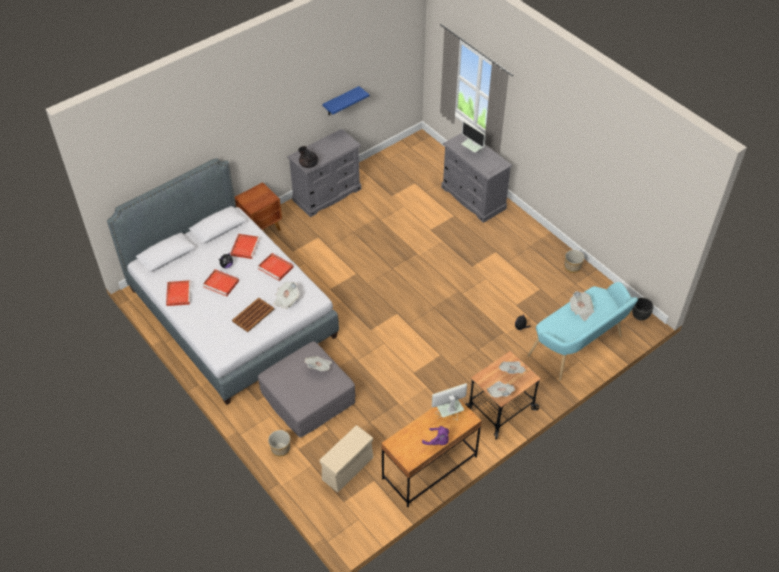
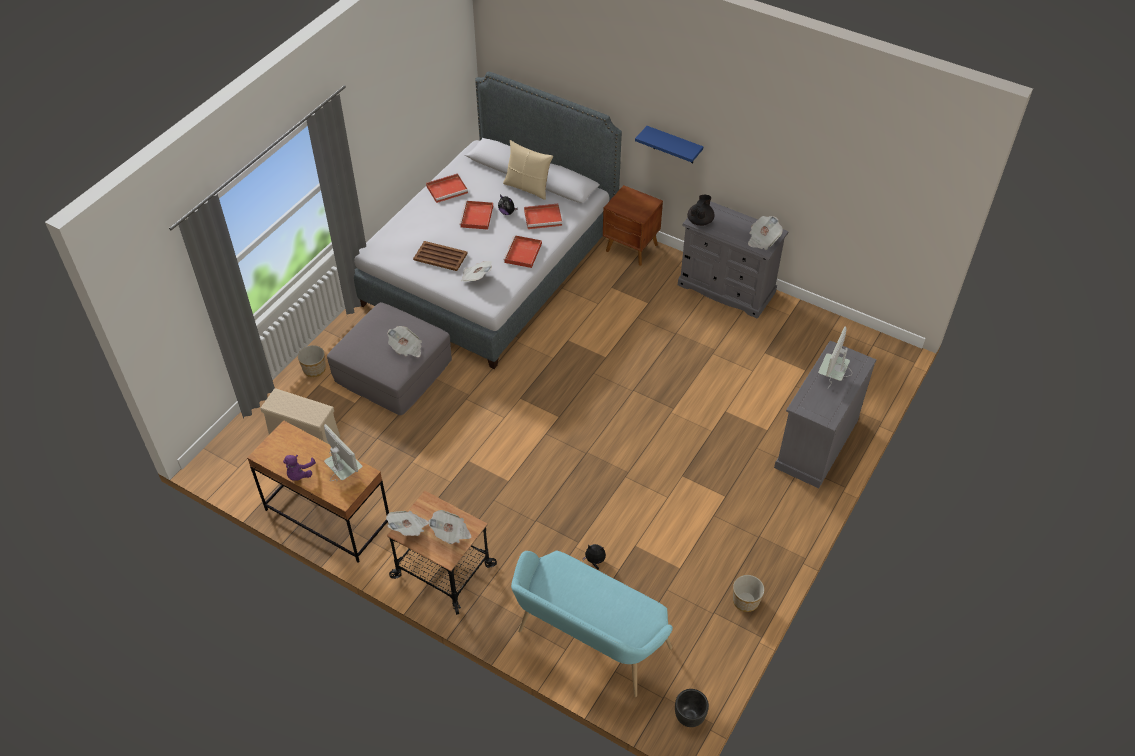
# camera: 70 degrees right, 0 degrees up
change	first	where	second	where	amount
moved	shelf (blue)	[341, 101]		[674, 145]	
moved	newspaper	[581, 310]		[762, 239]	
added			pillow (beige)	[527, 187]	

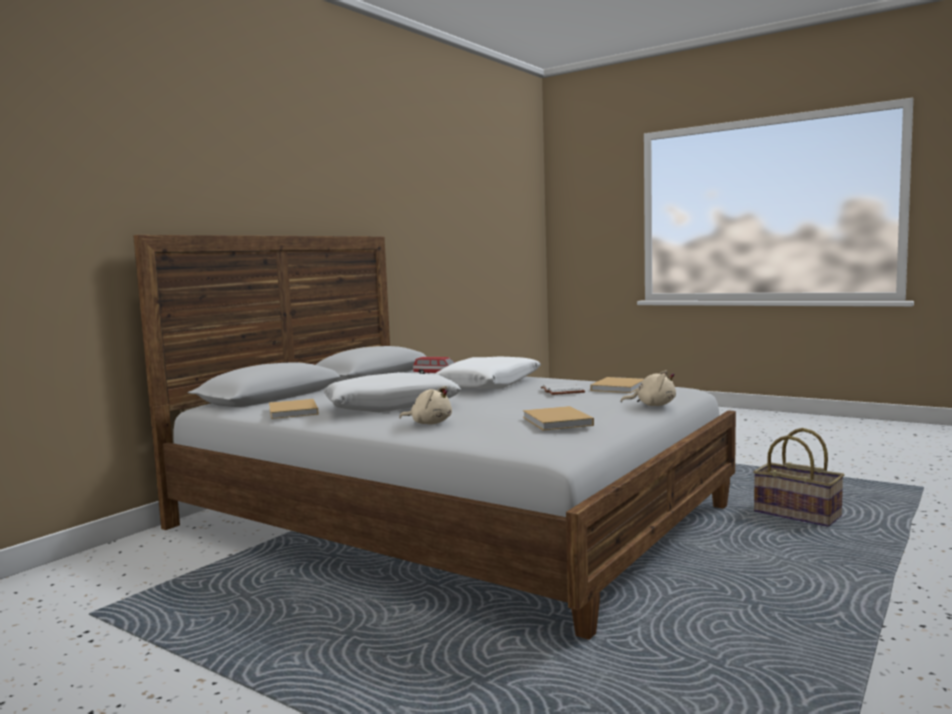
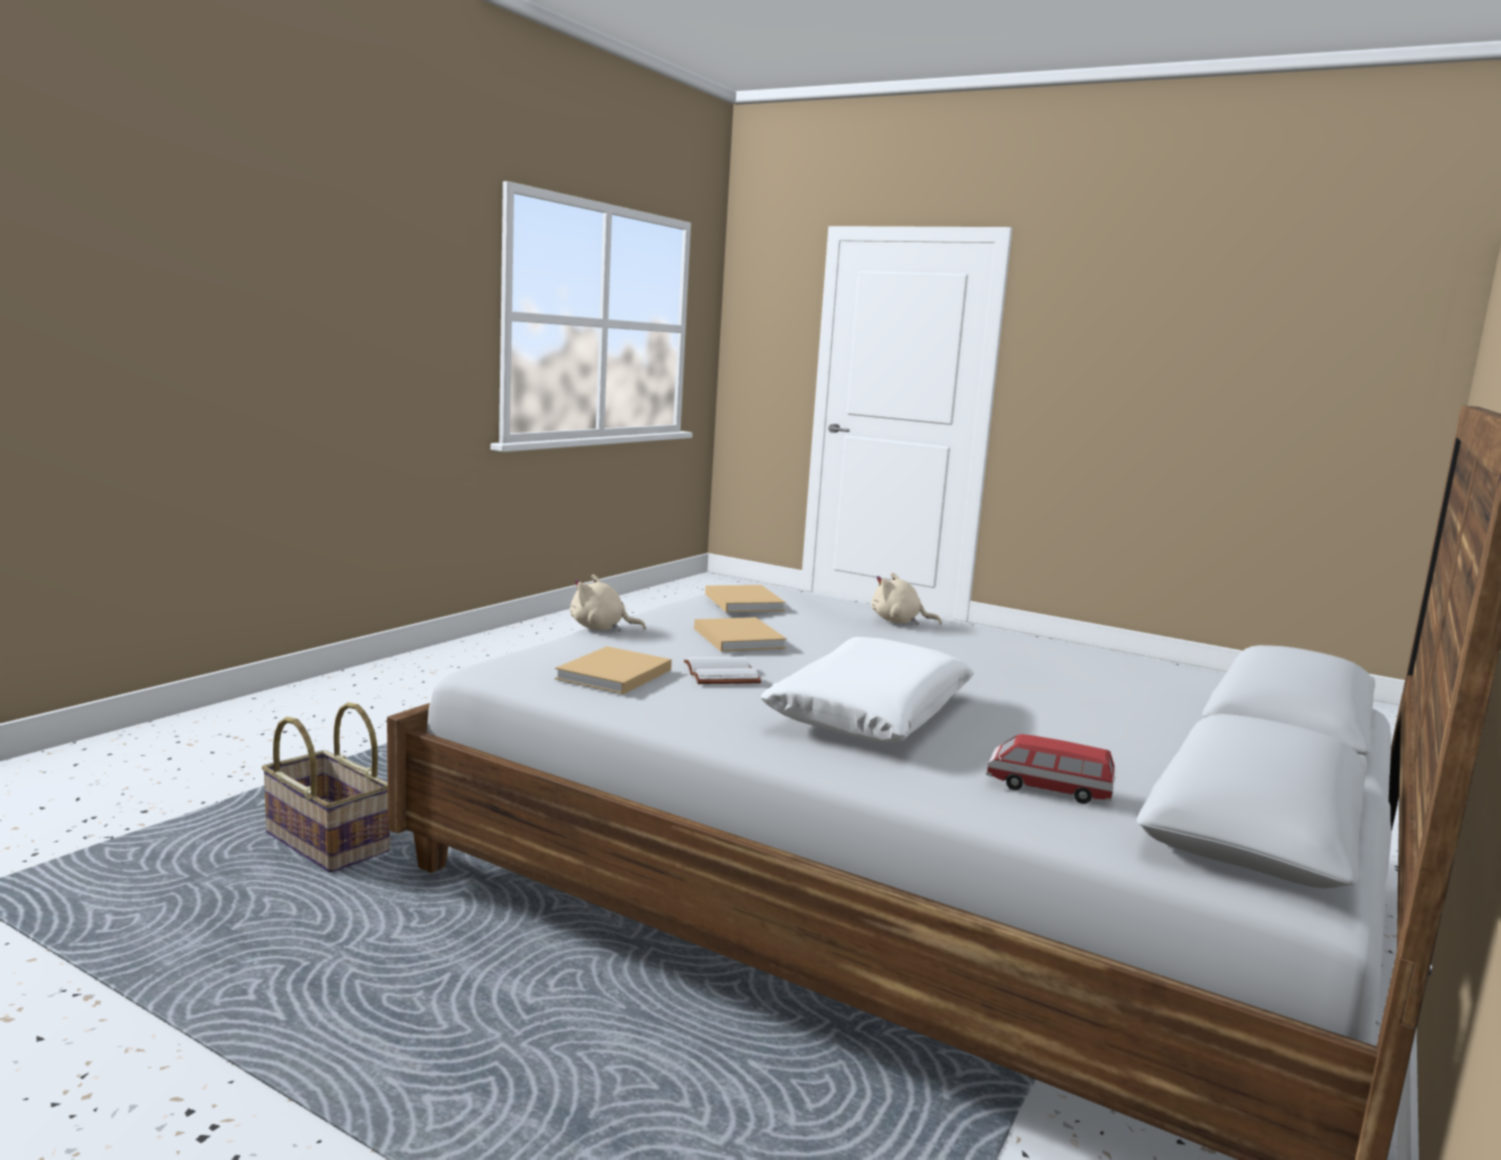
# camera: 175 degrees right, 5 degrees up
change	first	where	second	where	amount
removed	pillow (white)	[391, 406]			
moved	book (beige)	[293, 412]		[737, 637]	

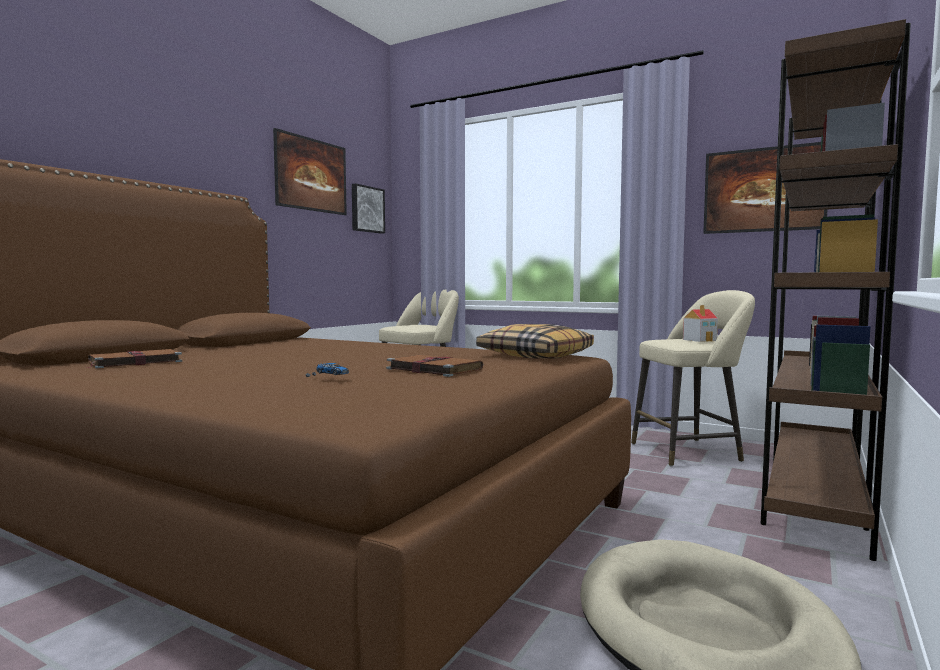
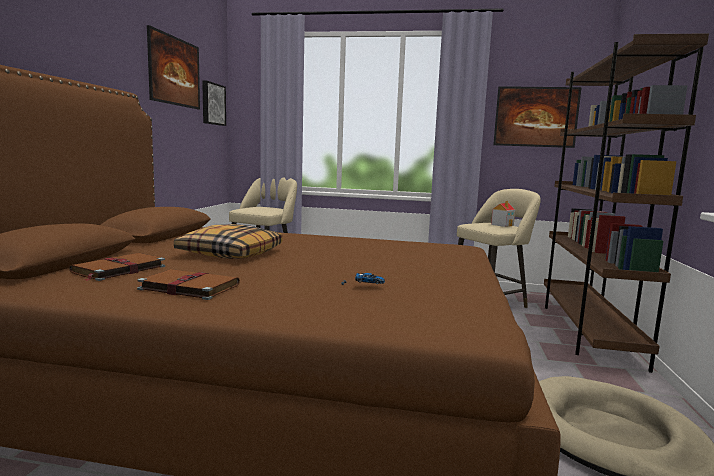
# camera: 20 degrees left, 5 degrees up
change	first	where	second	where	amount
moved	pillow	[535, 355]		[230, 254]	
moved	book (brown)	[432, 369]		[188, 287]	

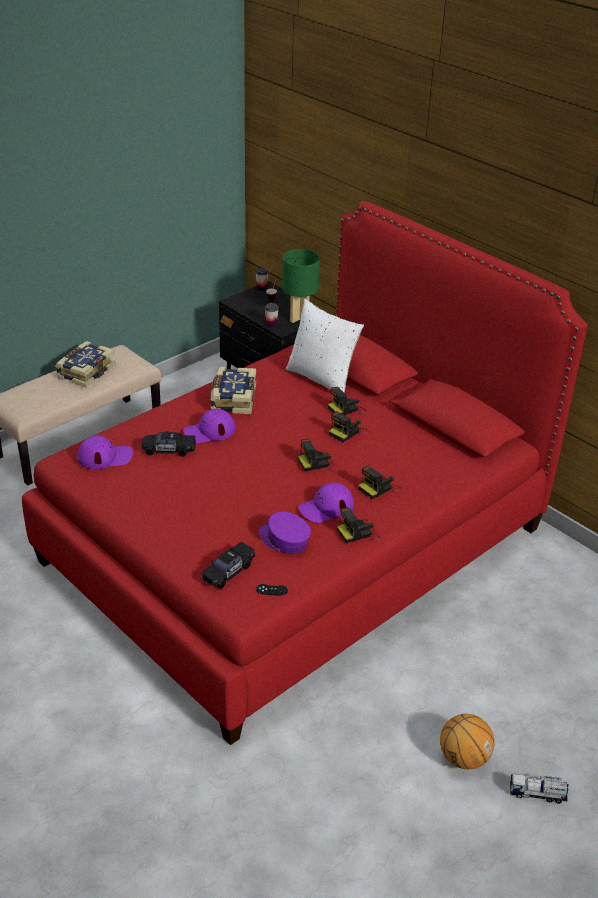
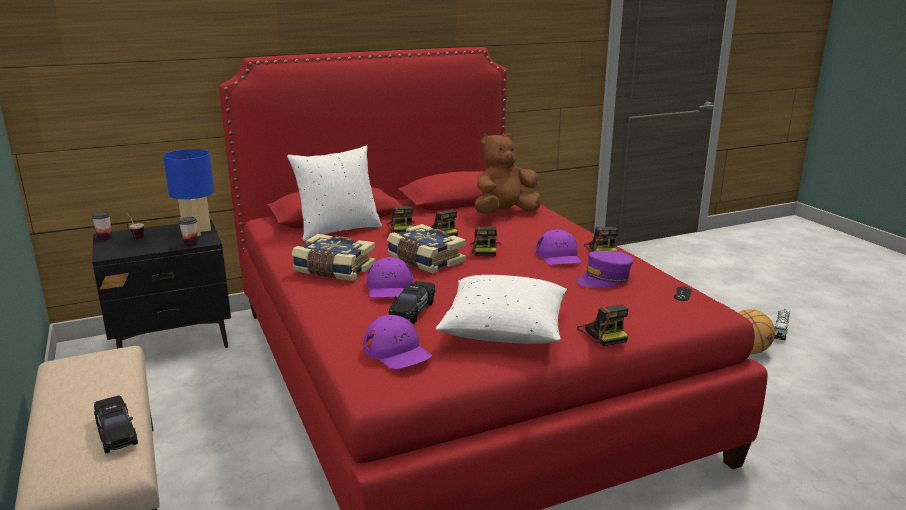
# camera: 70 degrees left, 15 degrees down
change	first	where	second	where	amount
recoloured	table lamp (green)	[299, 319]	table lamp (blue)	[197, 231]	
moved	book	[85, 372]		[425, 260]	
turned	cap (purple)	[105, 457]		[397, 351]	135 degrees clockwise
moved	photo camera	[379, 488]		[602, 333]	
moved	toy car (black)	[228, 572]		[116, 433]	
added			plush toy (brown)	[504, 213]	
added			pillow (white)	[504, 331]	

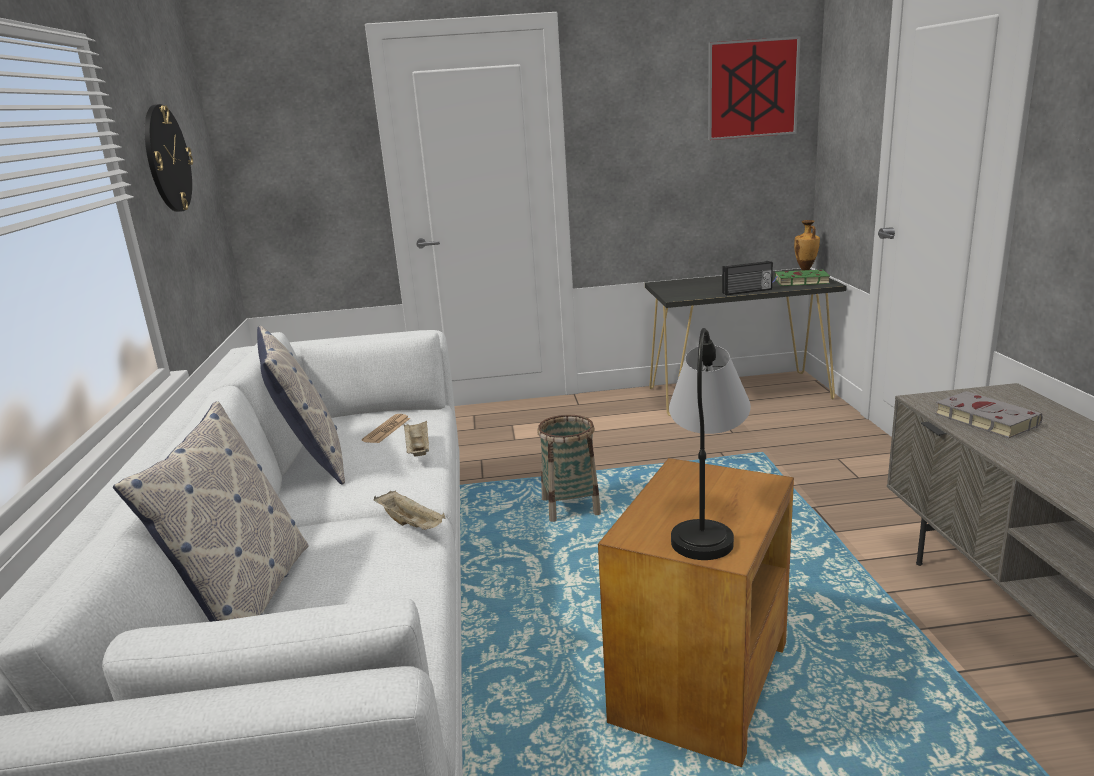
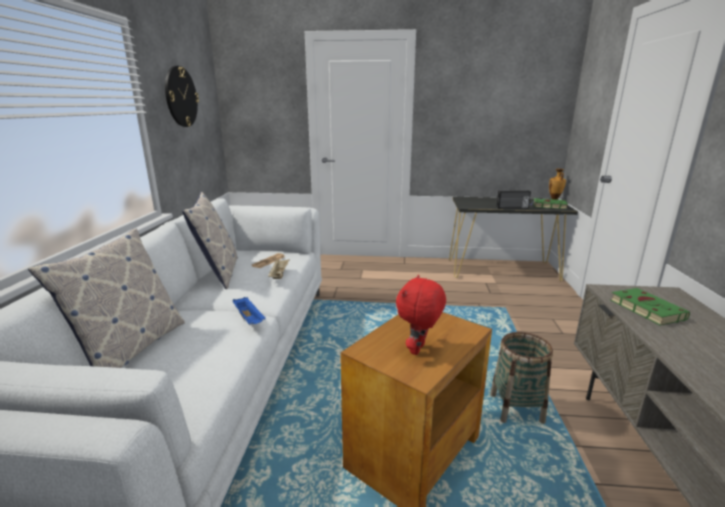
# camera: 10 degrees right, 0 degrees up
change	first	where	second	where	amount
removed	picture	[752, 89]			
replaced	table lamp	[707, 521]	plush toy (red)	[418, 350]	
recoloured	book (grey)	[983, 419]	book (green)	[644, 309]	
moved	basket	[571, 507]		[516, 408]	
recoloured	tray (beige)	[412, 524]	tray (blue)	[249, 319]	

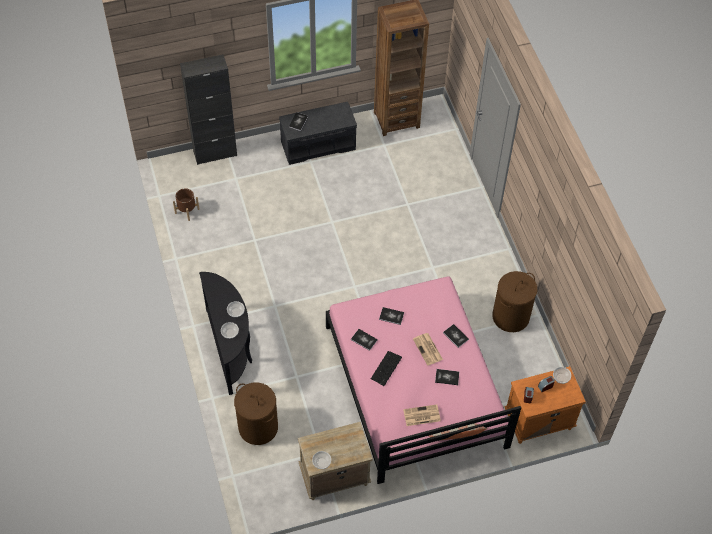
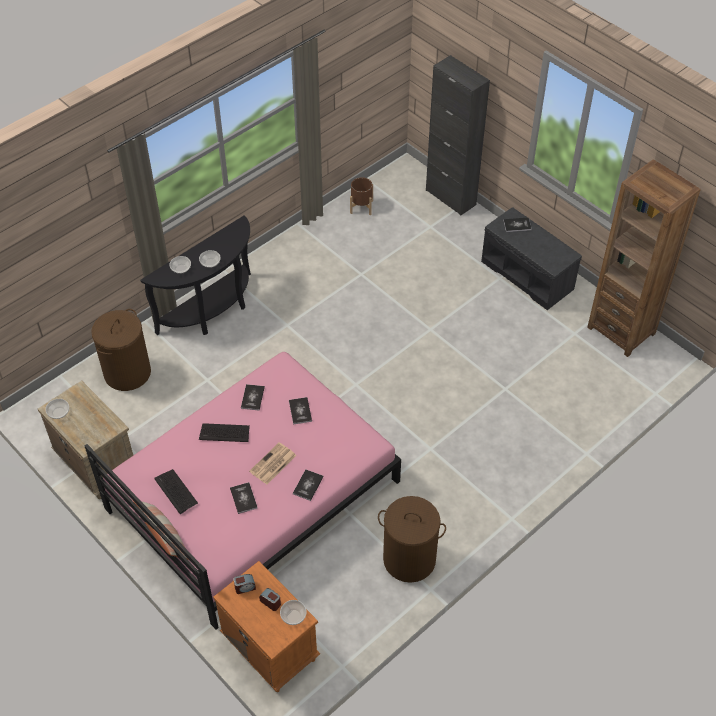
# camera: 65 degrees right, 5 degrees down
change	first	where	second	where	amount
replaced	newspaper	[421, 415]	keyboard	[175, 491]	

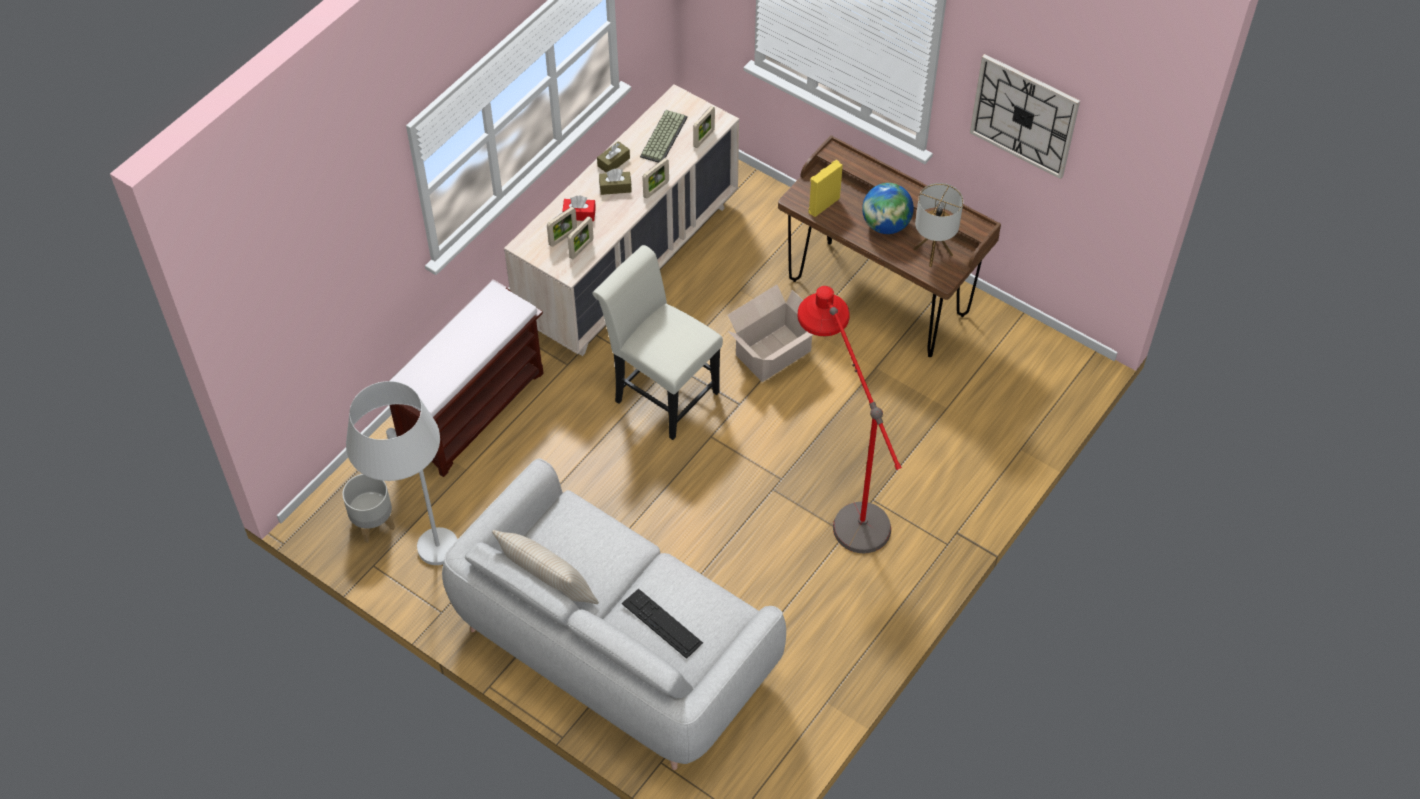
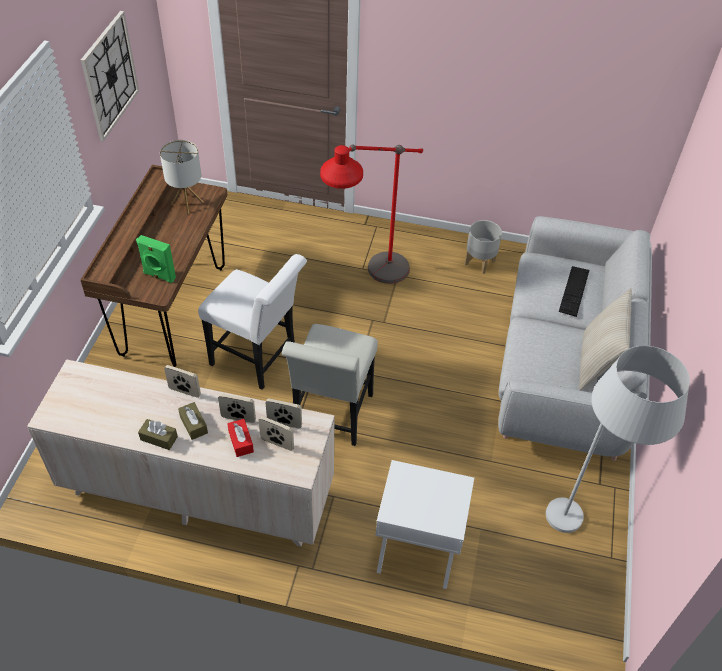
# camera: 115 degrees left, 5 degrees down
change	first	where	second	where	amount
moved	picture frame	[704, 138]		[238, 418]	
removed	keyboard	[663, 136]			
recoloured	speaker (yellow)	[823, 205]	speaker (green)	[159, 276]	
removed	globe	[886, 225]			
replaced	bench (brown)	[473, 409]	nightstand (white)	[417, 551]	
replaced	cardboard box	[771, 354]	chair (white)	[258, 359]	
moved	planter (grey)	[373, 524]		[479, 263]	

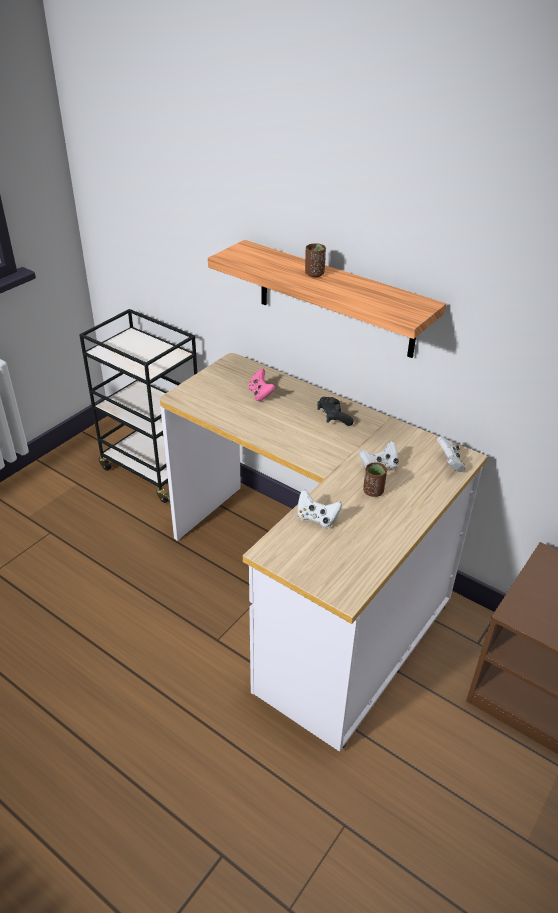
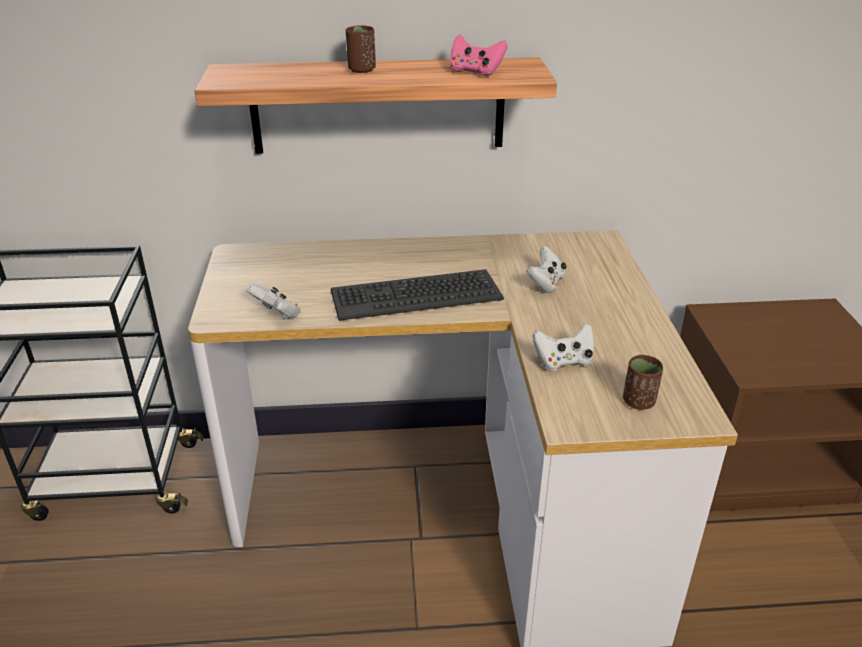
# camera: 40 degrees left, 5 degrees down
change	first	where	second	where	amount
moved	game controller (pink)	[260, 394]		[475, 72]	
removed	game controller (black)	[333, 417]			
moved	game controller (white)	[450, 464]		[276, 314]	
moved	cup (brown)	[373, 491]		[638, 402]	
added			keyboard	[416, 295]	

